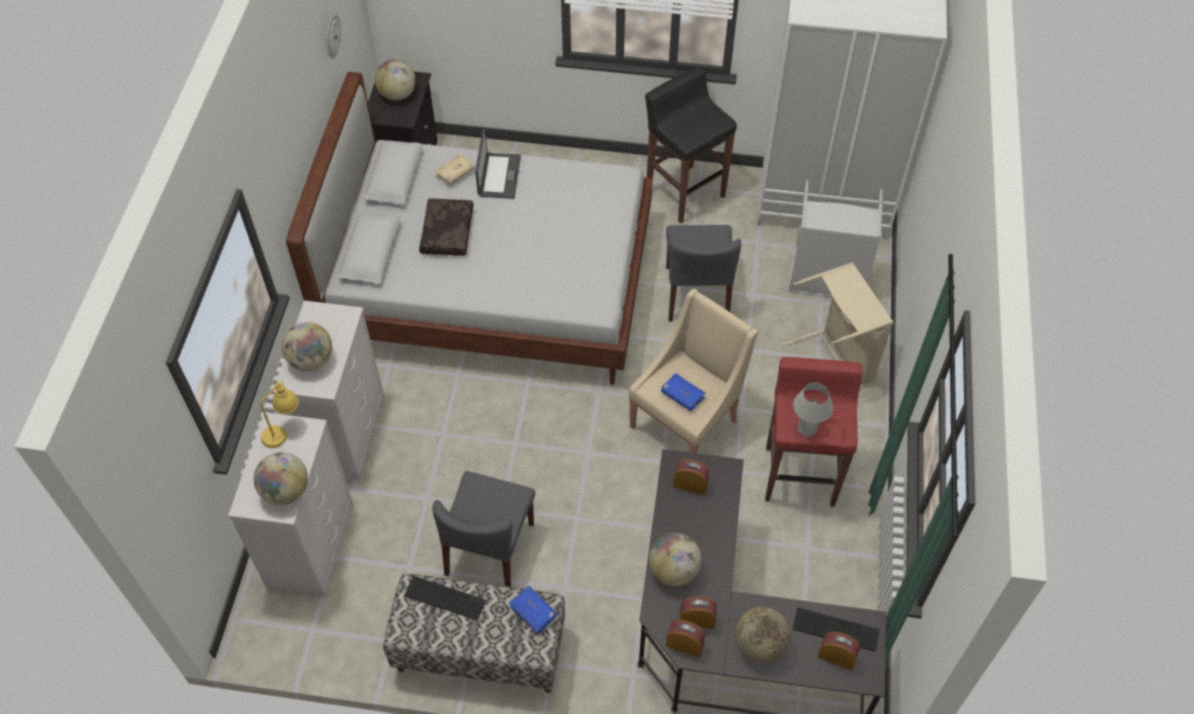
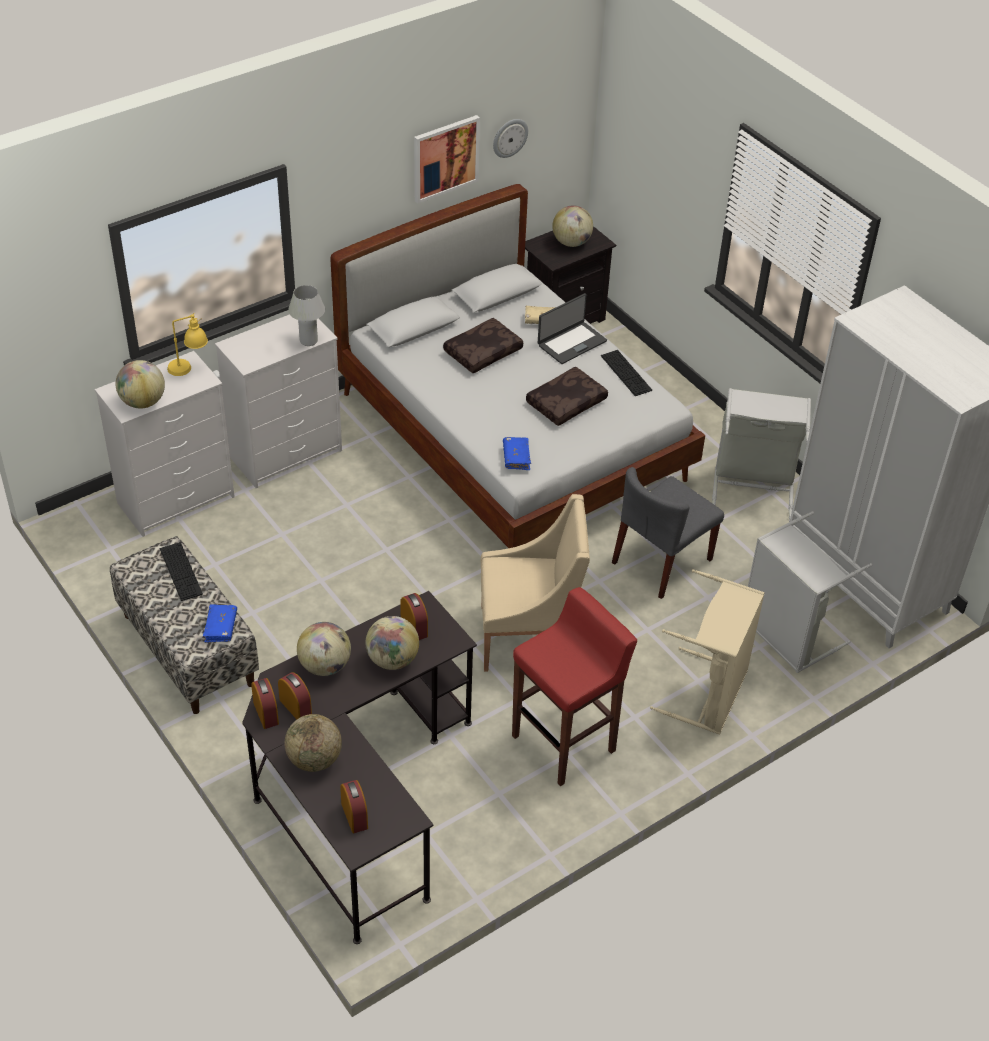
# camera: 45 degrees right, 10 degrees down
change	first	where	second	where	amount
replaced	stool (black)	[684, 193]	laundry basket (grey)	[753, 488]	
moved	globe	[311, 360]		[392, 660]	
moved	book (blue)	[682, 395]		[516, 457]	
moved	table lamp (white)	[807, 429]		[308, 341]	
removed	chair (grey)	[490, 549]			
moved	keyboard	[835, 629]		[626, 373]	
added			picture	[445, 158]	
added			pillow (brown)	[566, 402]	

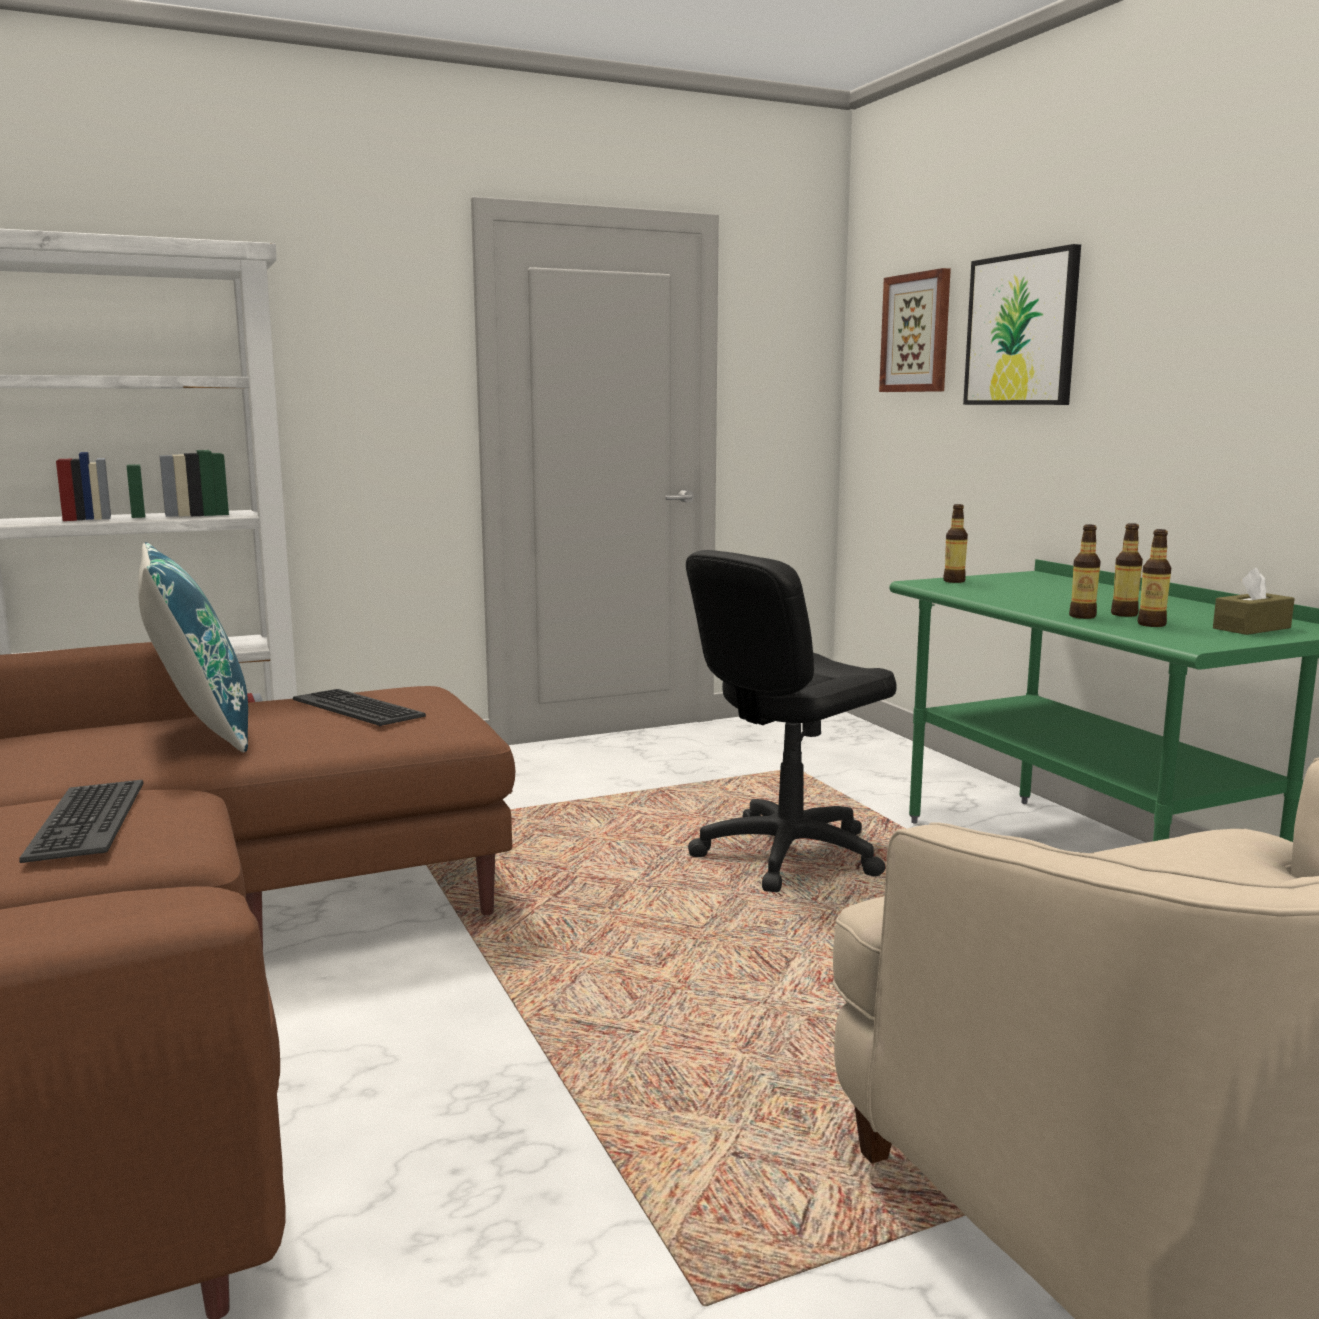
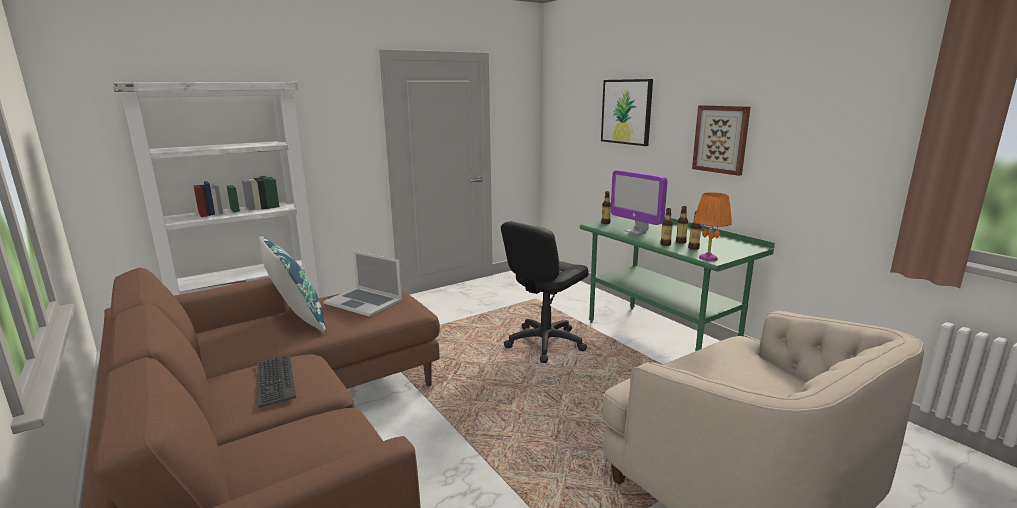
# camera: 10 degrees left, 5 degrees up
change	first	where	second	where	amount
moved	picture	[917, 333]		[721, 139]	
removed	tissue box (brown)	[1251, 628]			
replaced	keyboard	[359, 708]	laptop	[364, 301]	
added			monitor	[636, 231]	
added			table lamp (orange)	[708, 258]	

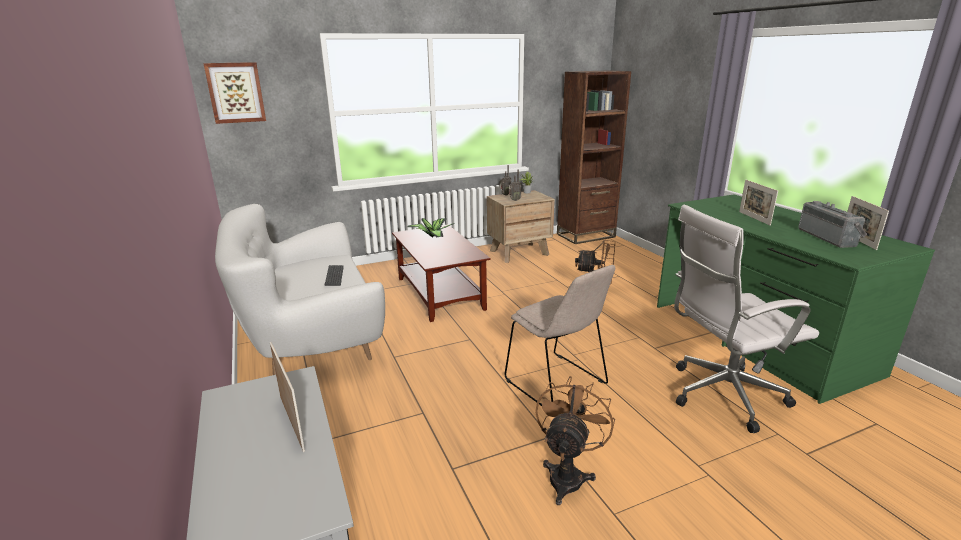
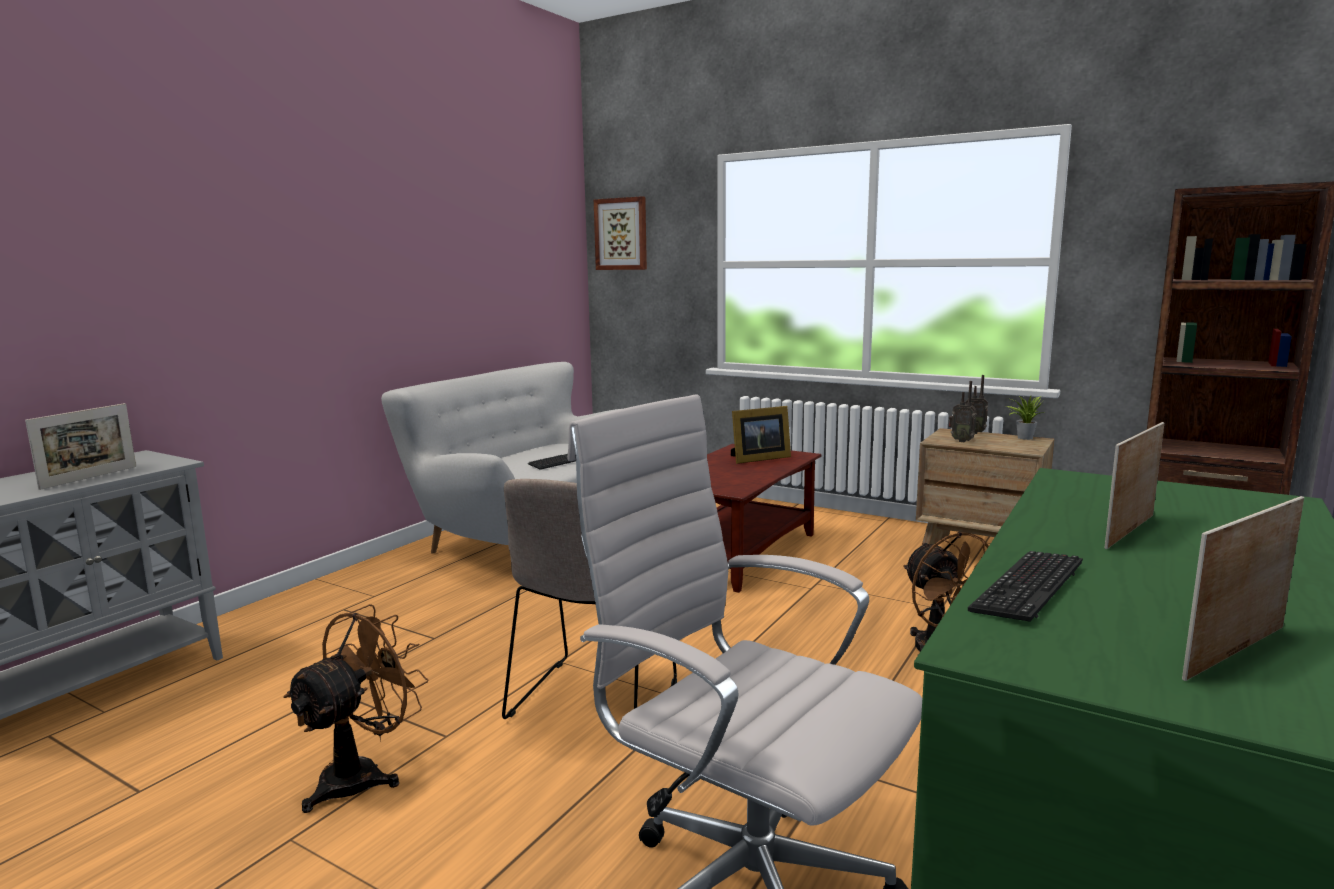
# camera: 55 degrees right, 10 degrees down
change	first	where	second	where	amount
removed	radio	[829, 238]			
replaced	potted plant	[432, 236]	picture frame	[758, 459]	
turned	fan (brown)	[568, 475]		[363, 775]	45 degrees counterclockwise
added			keyboard	[1028, 588]	

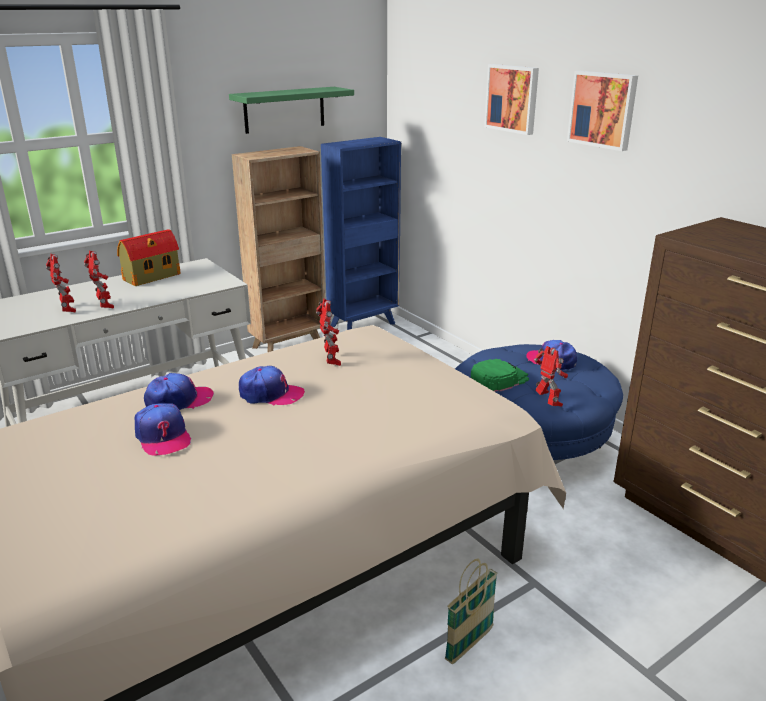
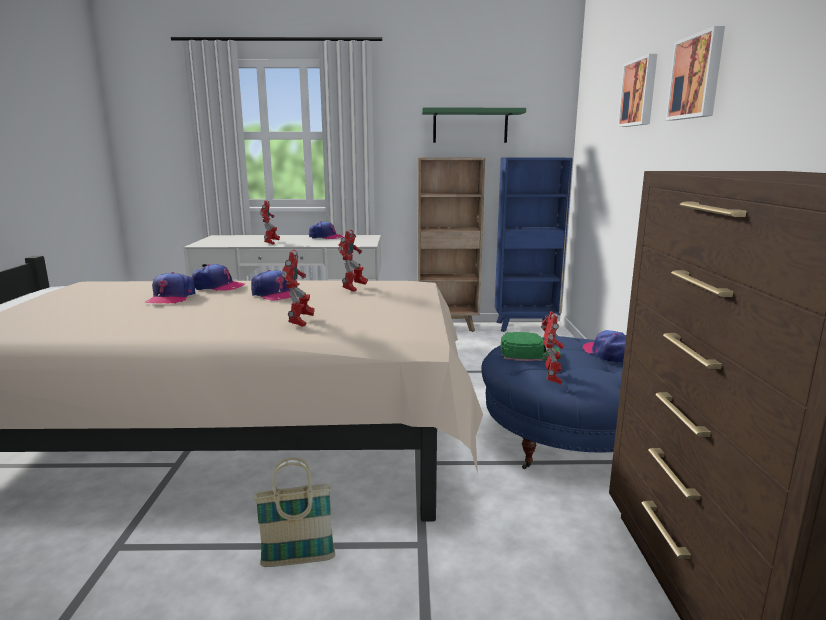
# camera: 35 degrees right, 10 degrees down
change	first	where	second	where	amount
replaced	toy house	[150, 277]	cap	[326, 237]	
moved	toy robot	[67, 310]		[300, 322]	

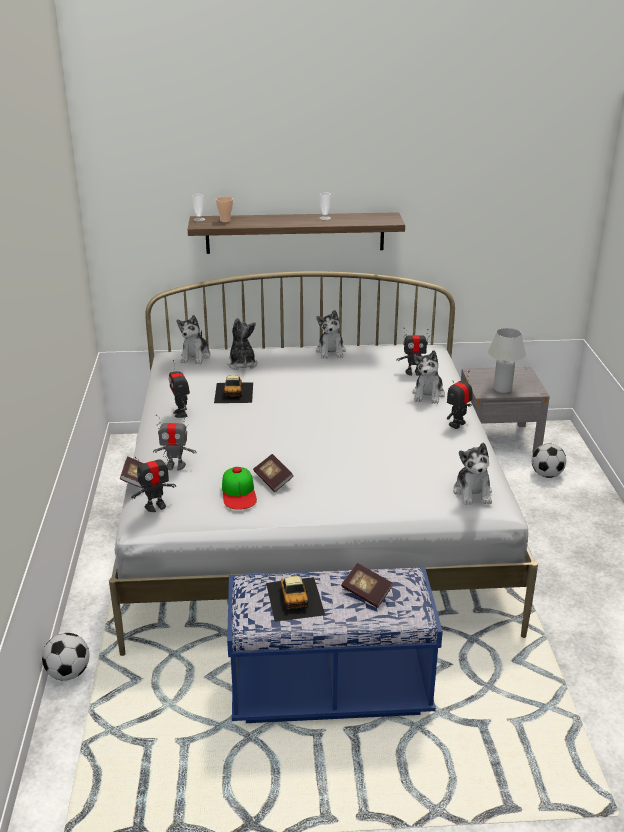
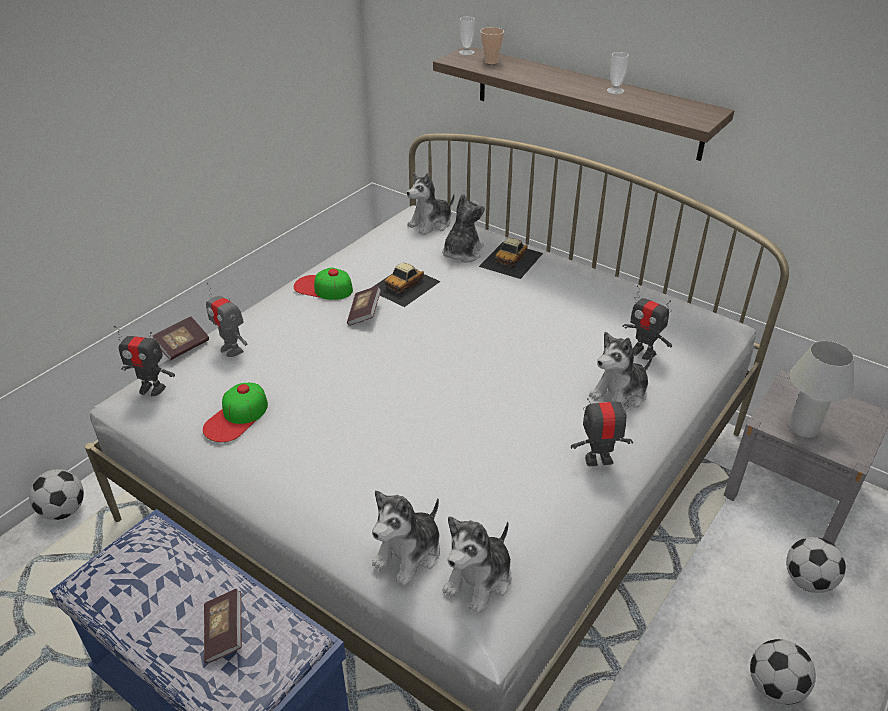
# camera: 40 degrees right, 10 degrees up
change	first	where	second	where	amount
moved	plush toy	[331, 351]		[409, 554]	
replaced	toy robot	[181, 413]	cap	[323, 288]	
moved	book	[273, 480]		[364, 313]	
moved	toy car	[295, 598]		[511, 259]	
added			football	[775, 687]	

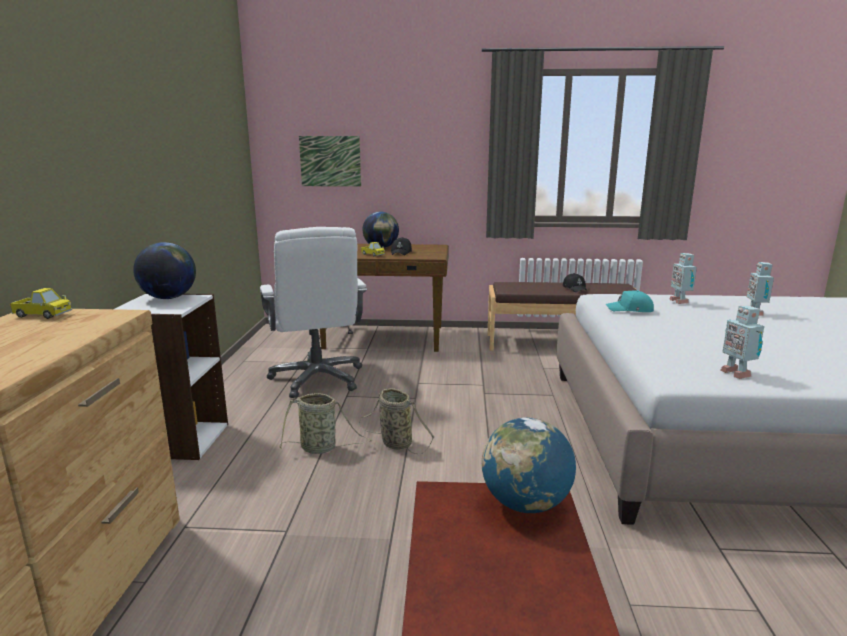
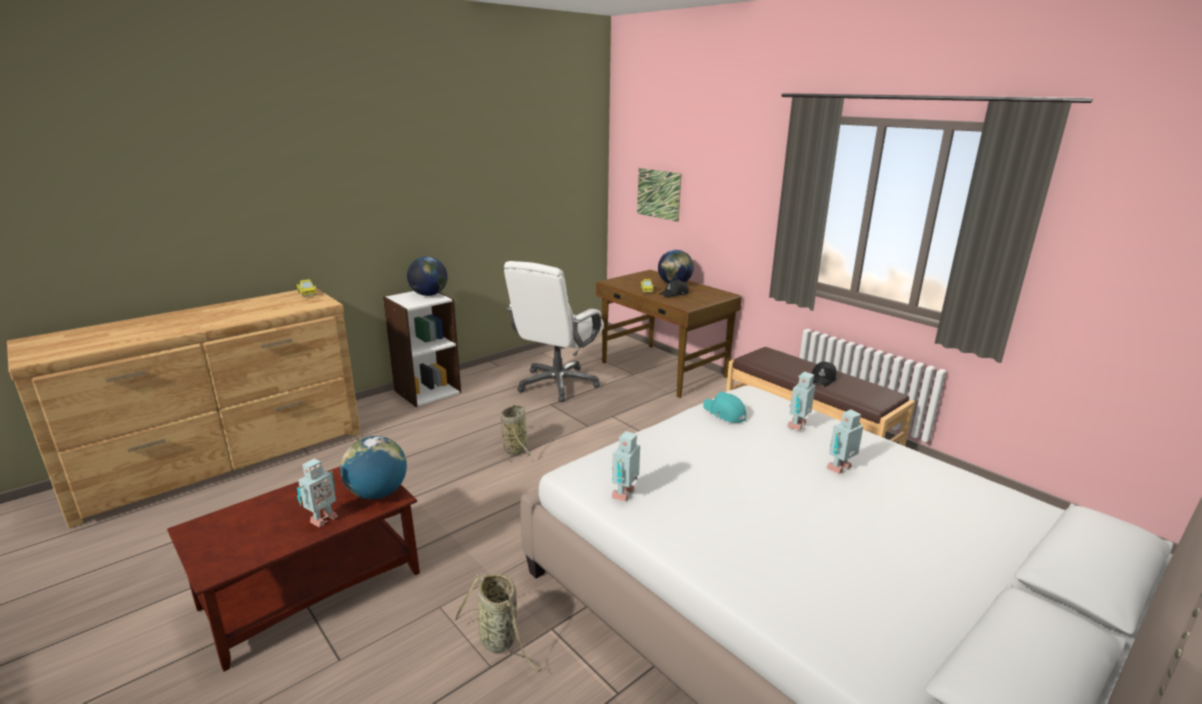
# camera: 45 degrees right, 5 degrees up
change	first	where	second	where	amount
moved	basket	[321, 448]		[500, 641]	
added			toy robot	[322, 519]	

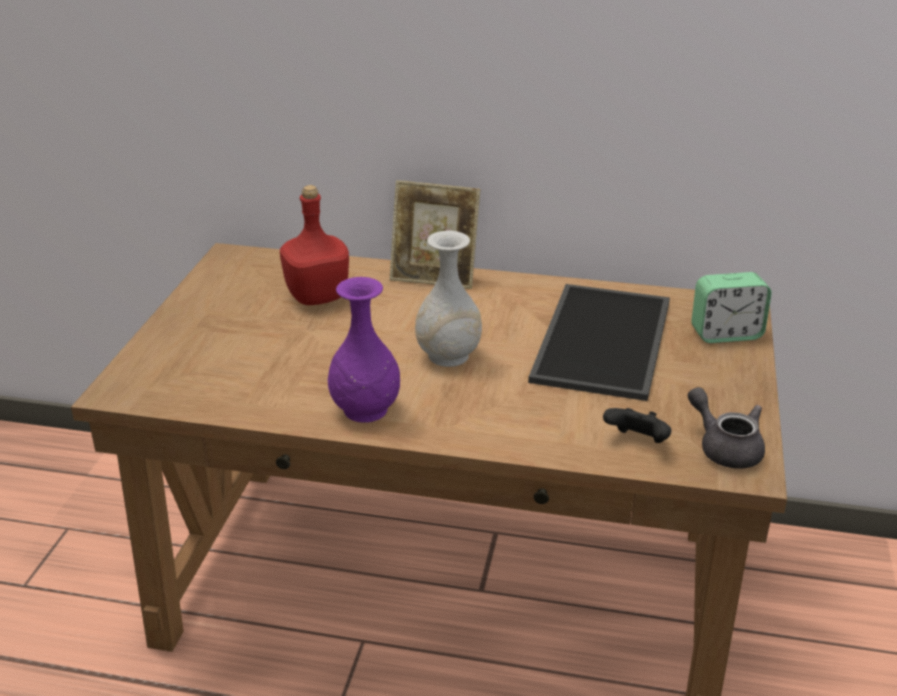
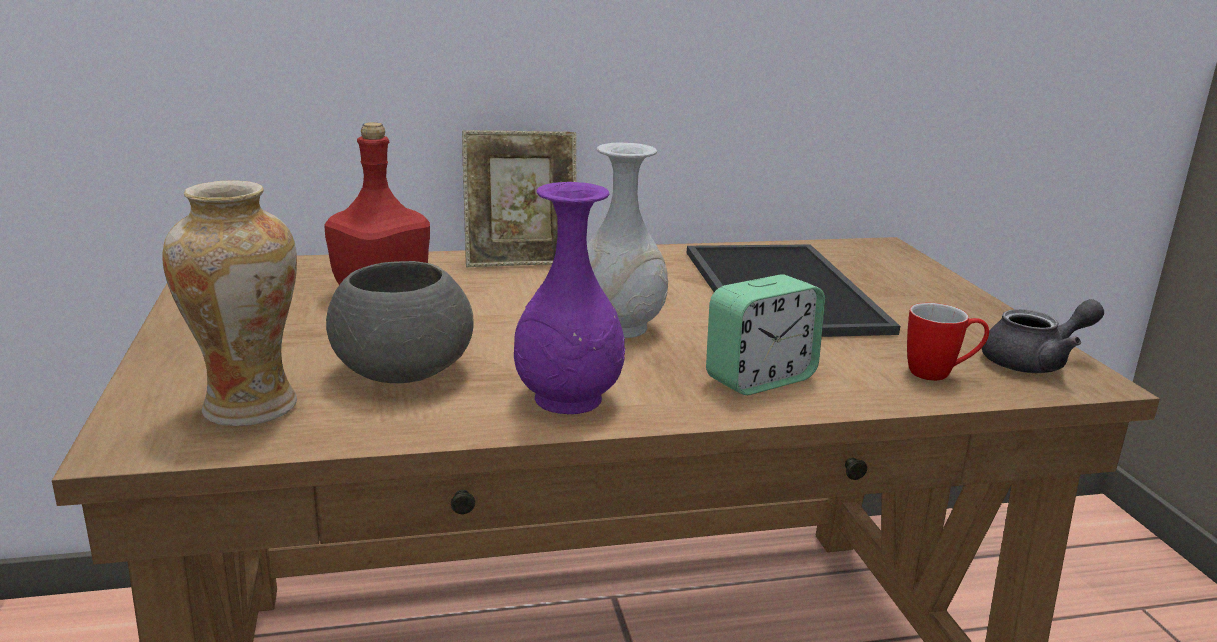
# camera: 25 degrees left, 10 degrees down
change	first	where	second	where	amount
moved	alarm clock	[726, 334]		[760, 379]	
turned	teapot (grey)	[725, 447]		[1034, 362]	135 degrees clockwise
replaced	game controller (black)	[637, 442]	mug	[940, 374]	
added			vase	[248, 407]	
added			bowl (grey)	[400, 371]	

